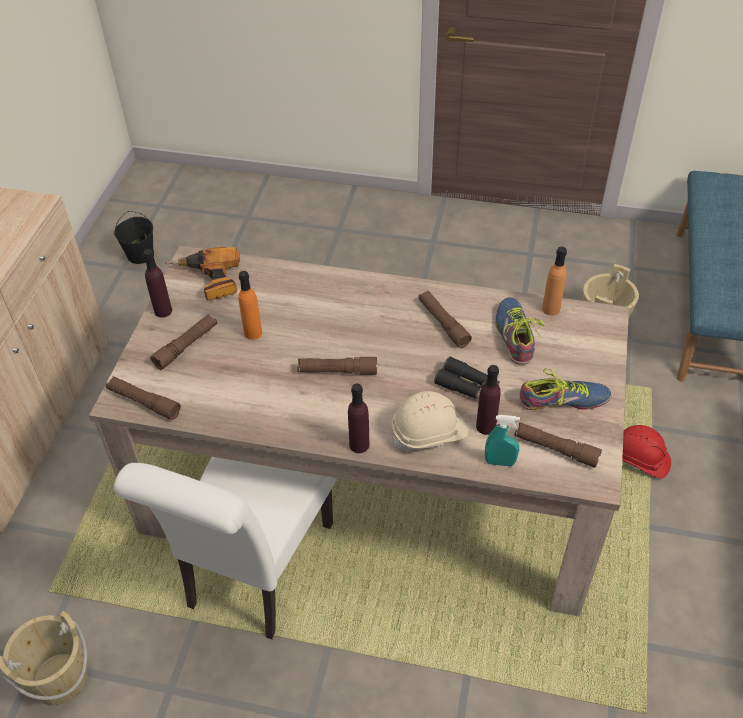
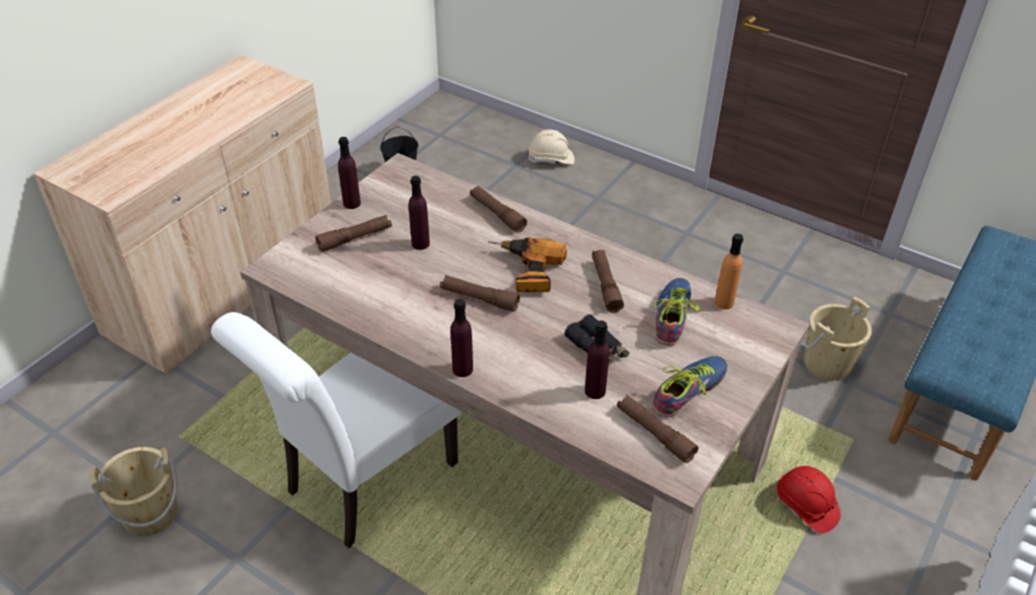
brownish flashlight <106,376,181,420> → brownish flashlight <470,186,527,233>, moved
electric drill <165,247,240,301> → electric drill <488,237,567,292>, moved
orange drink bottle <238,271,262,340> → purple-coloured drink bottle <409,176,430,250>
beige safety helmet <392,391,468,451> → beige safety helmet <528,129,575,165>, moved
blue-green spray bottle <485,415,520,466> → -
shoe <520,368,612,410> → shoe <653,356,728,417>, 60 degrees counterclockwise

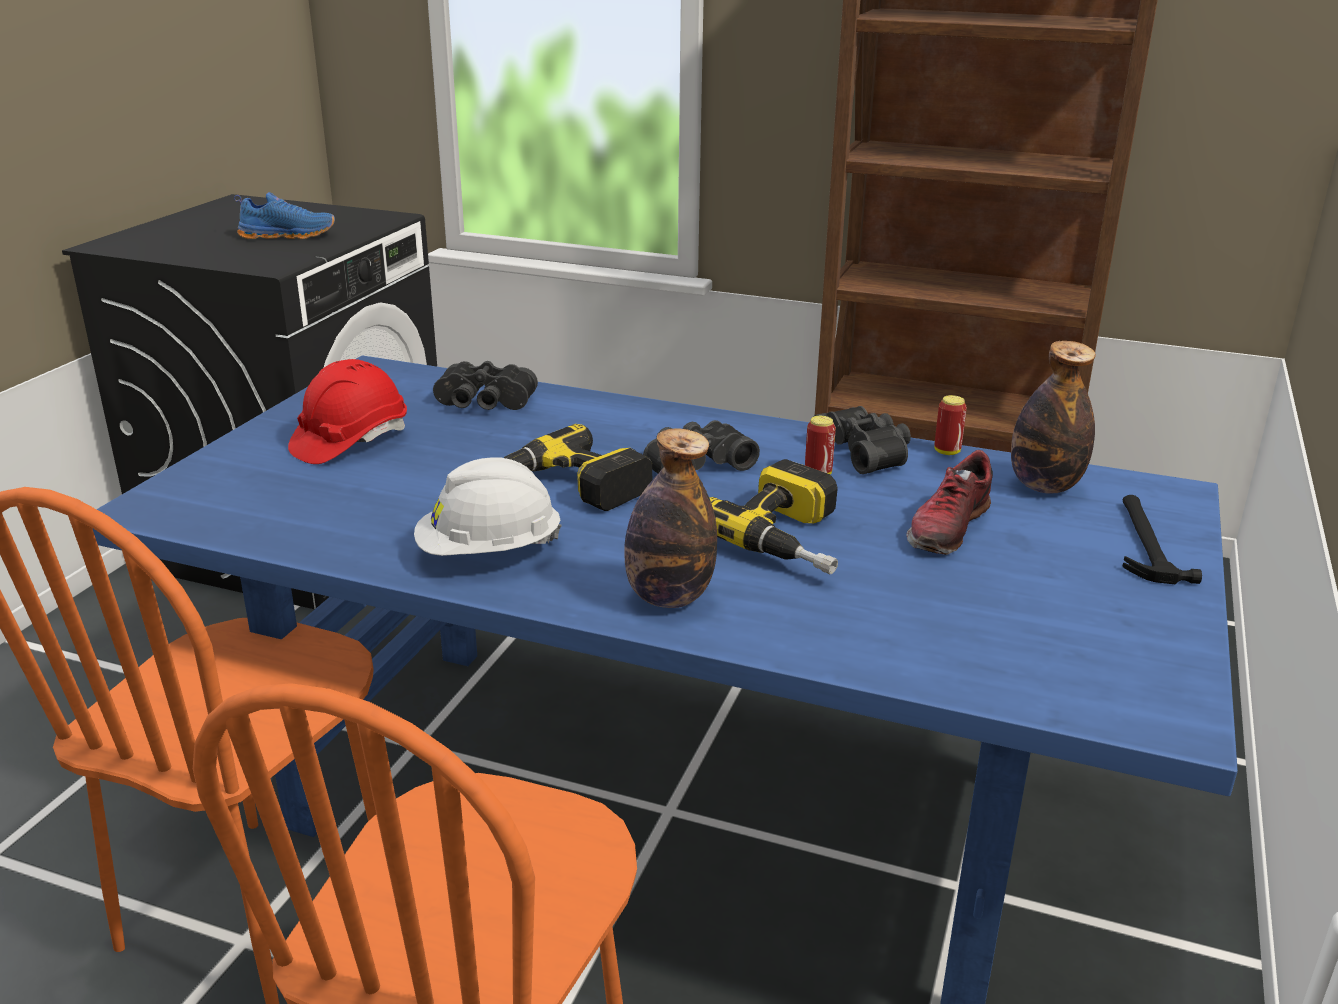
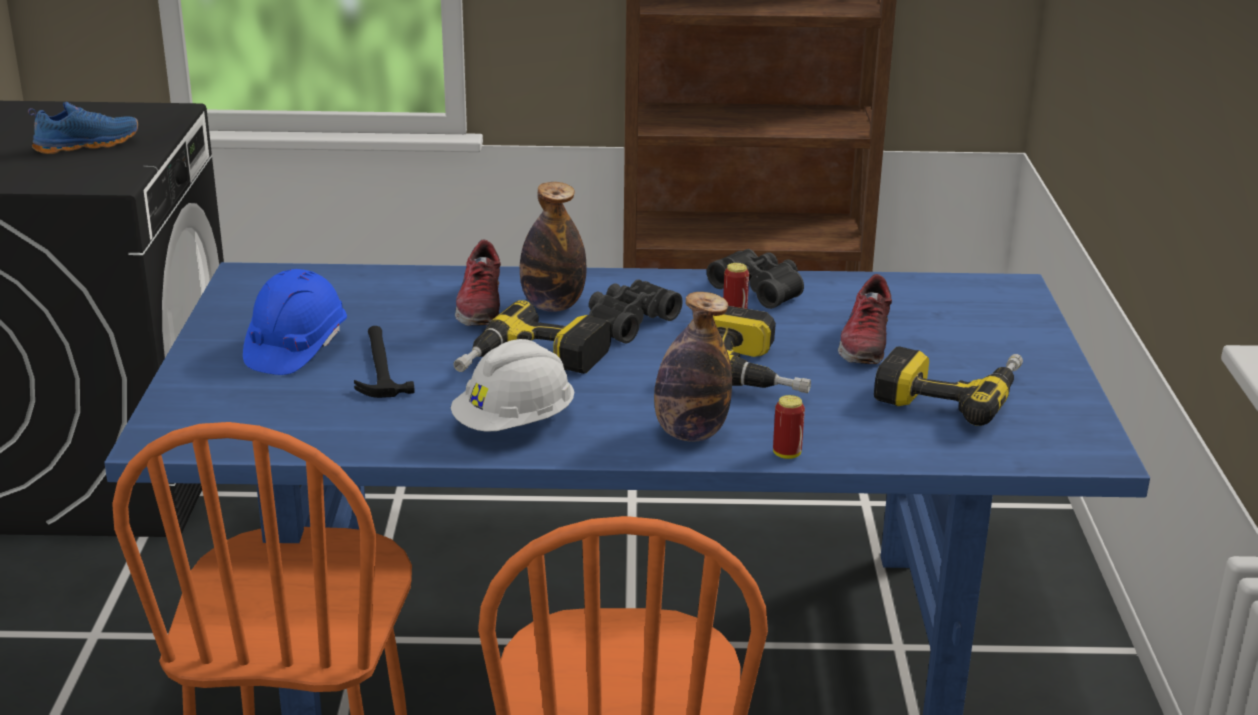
reddish safety helmet <288,359,407,464> → bluish safety helmet <243,269,347,375>
blackish binoculars <433,361,538,410> → -
metal can <934,395,967,455> → metal can <773,395,805,459>, moved
drink bottle <1011,341,1096,494> → drink bottle <520,182,586,312>, moved
tool hammer <1123,495,1202,584> → tool hammer <354,326,415,398>, moved
- → shoe <455,239,501,326>
- → electric drill <874,346,1023,426>

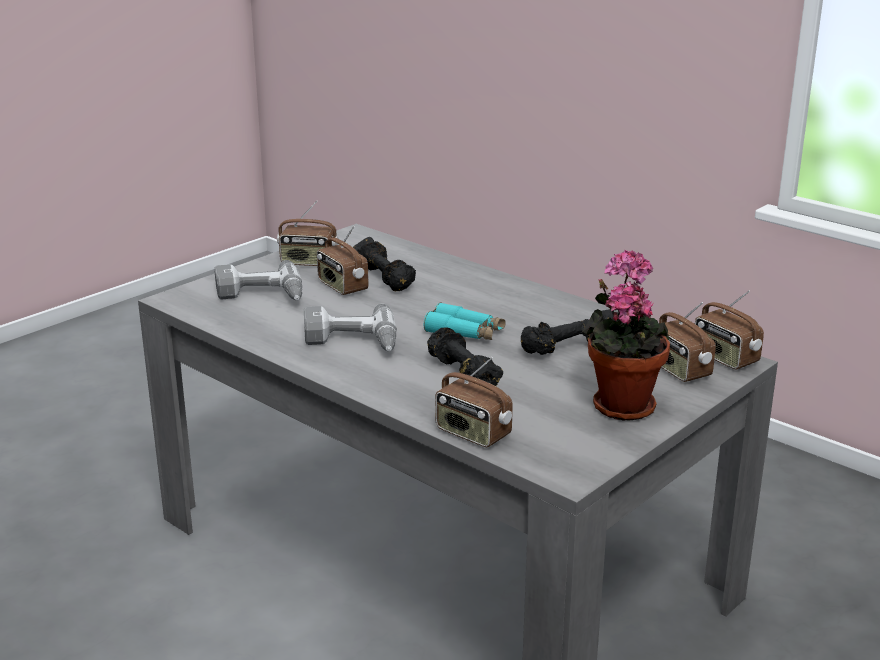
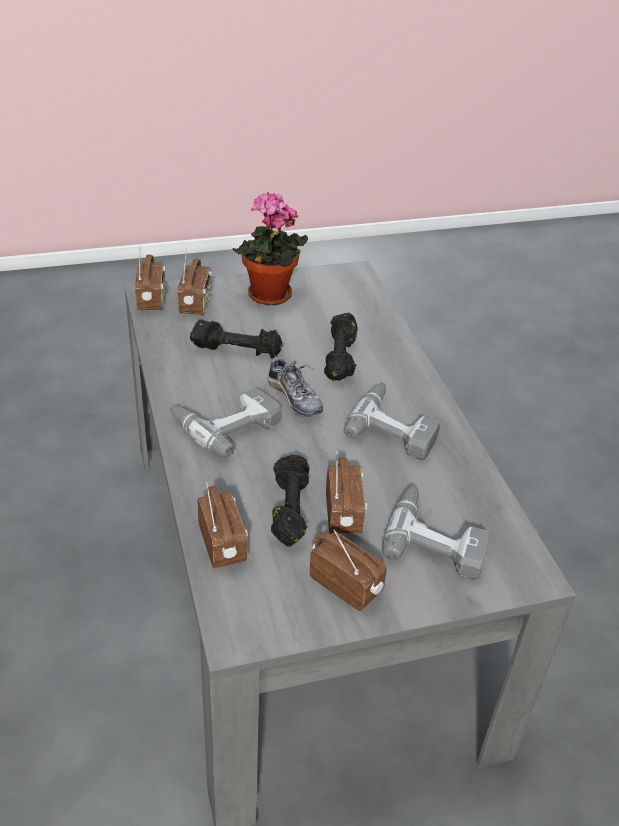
blue-green binoculars <424,302,506,340> → shoe <267,357,323,417>
radio set <435,357,513,447> → radio set <197,482,248,568>, moved
- → electric drill <170,388,282,458>

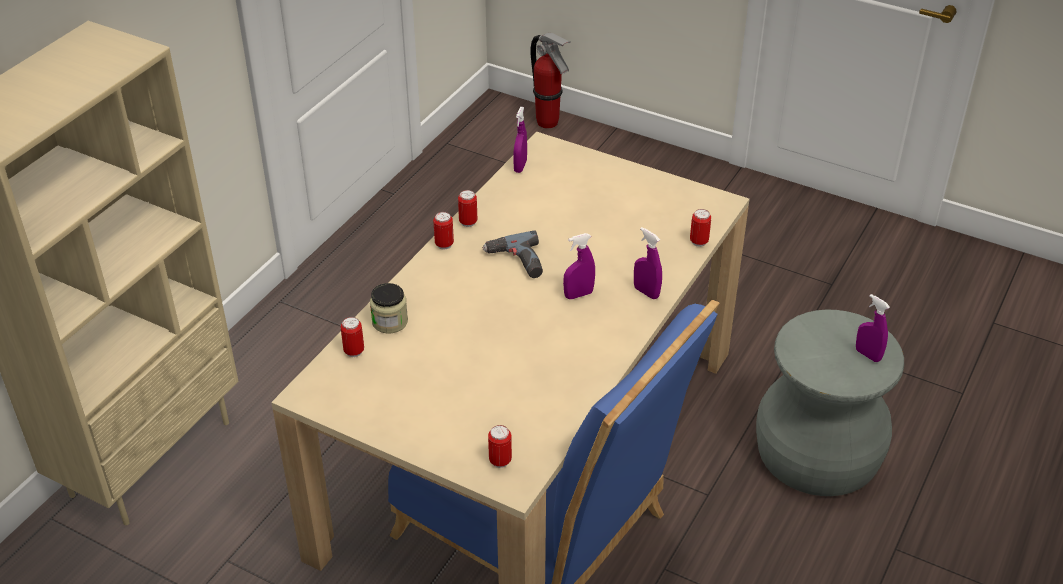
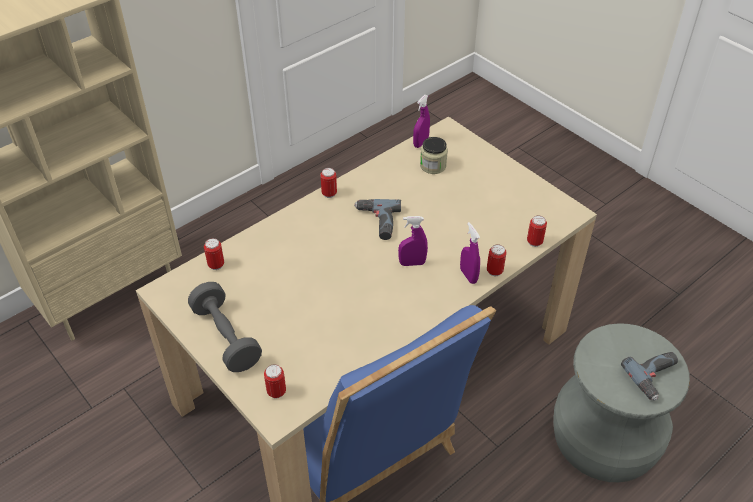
storage jar <370,283,408,333> → storage jar <420,137,448,174>, moved
metal can <458,190,478,227> → metal can <487,244,506,276>, moved
fire extinguisher <531,33,571,129> → -
purple-coloured spray bottle <856,294,890,362> → electric drill <621,352,678,400>
- → gray hand weight <188,282,262,372>

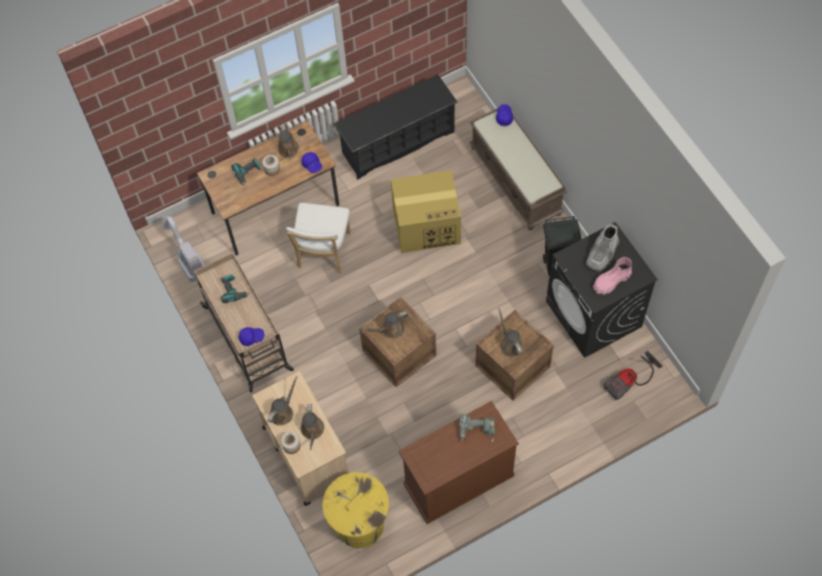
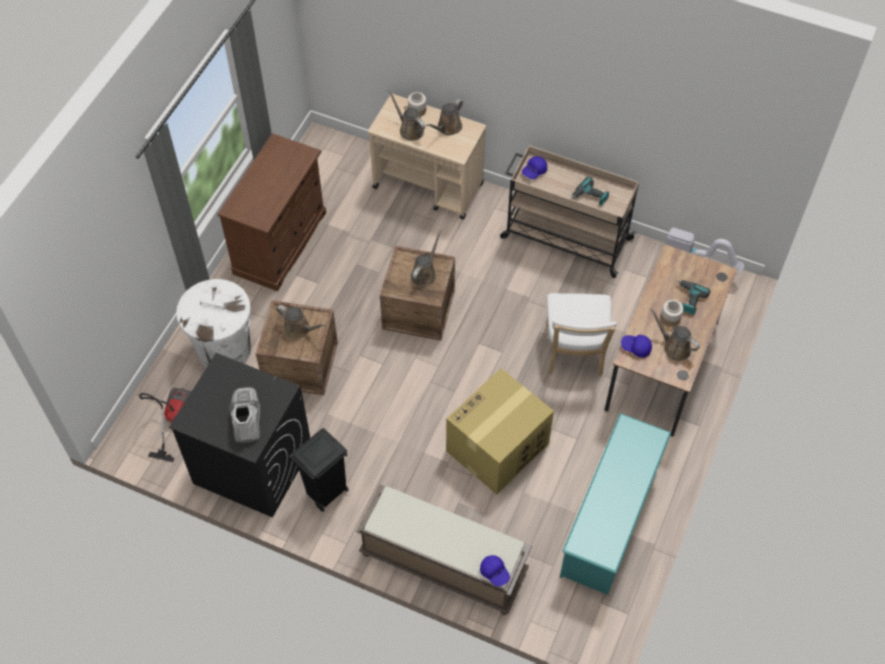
brownish watering pot <268,376,298,426> → brownish watering pot <426,99,463,135>, 45 degrees clockwise
whitish chair <286,203,351,273> → whitish chair <546,293,617,376>, 150 degrees counterclockwise
yellow rubbish bin <322,472,389,548> → -
blackish shoe shelf <334,74,458,180> → blue-green shoe shelf <559,413,671,595>
electric drill <459,414,494,442> → -
pinkish high-top boot <593,257,632,295> → -
- → whitish rubbish bin <176,279,251,368>

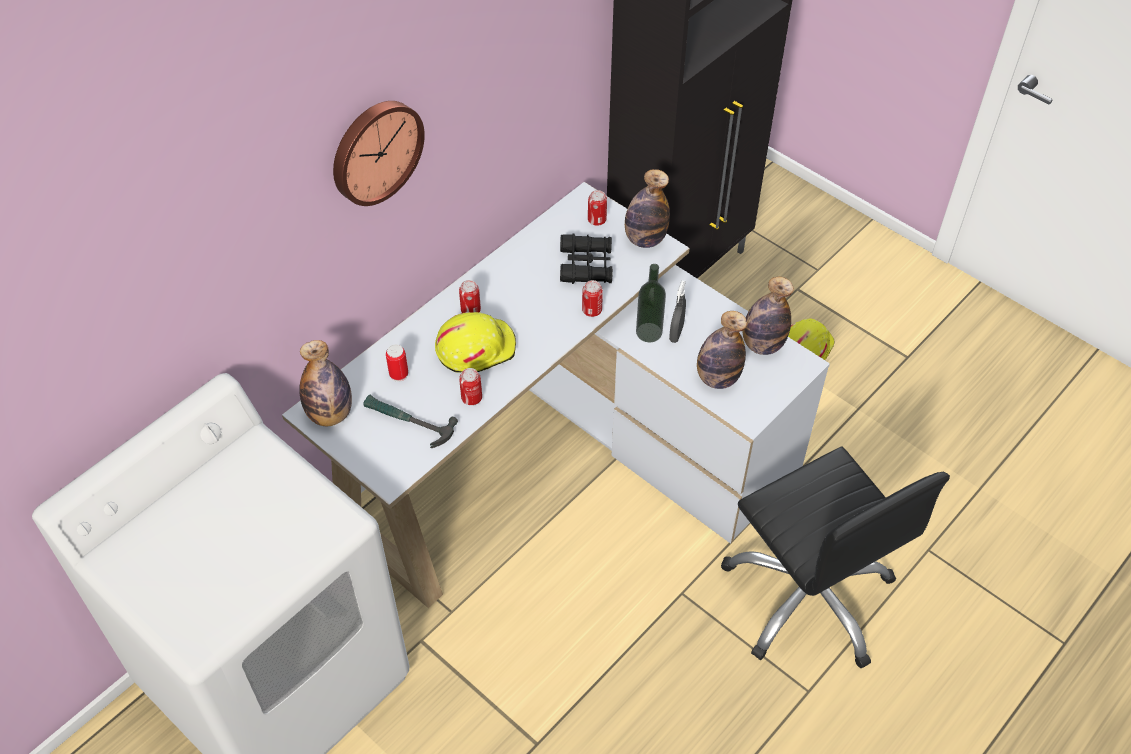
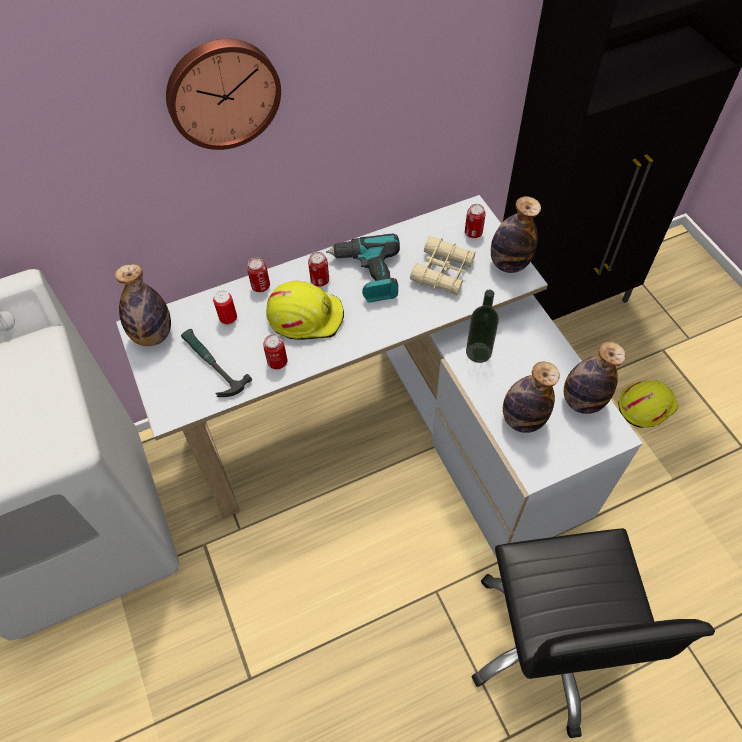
blackish binoculars <560,233,613,284> → beige binoculars <410,236,475,295>
metal can <582,280,603,317> → metal can <247,258,270,292>, moved
gray spray bottle <669,280,686,343> → -
- → electric drill <326,233,400,302>

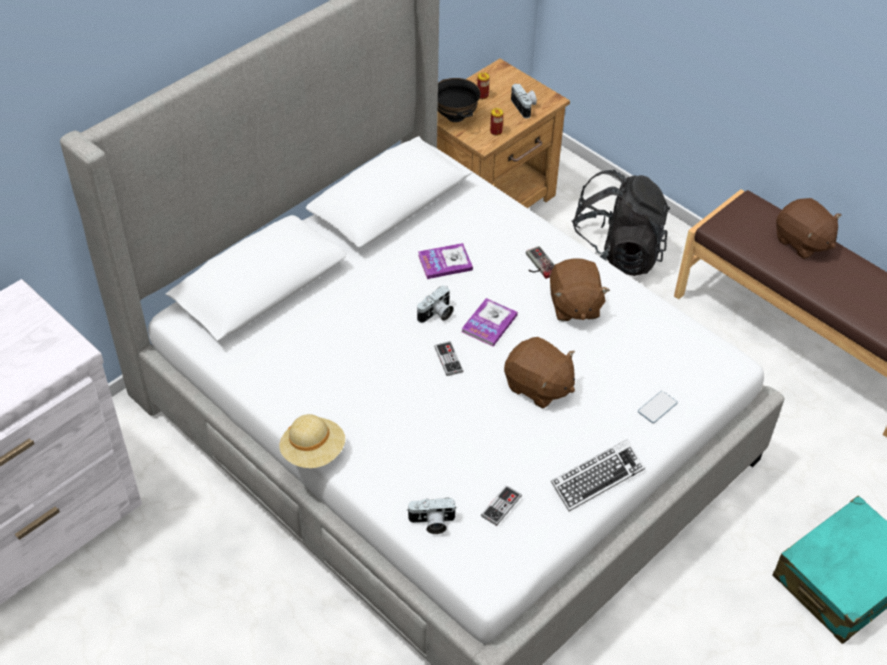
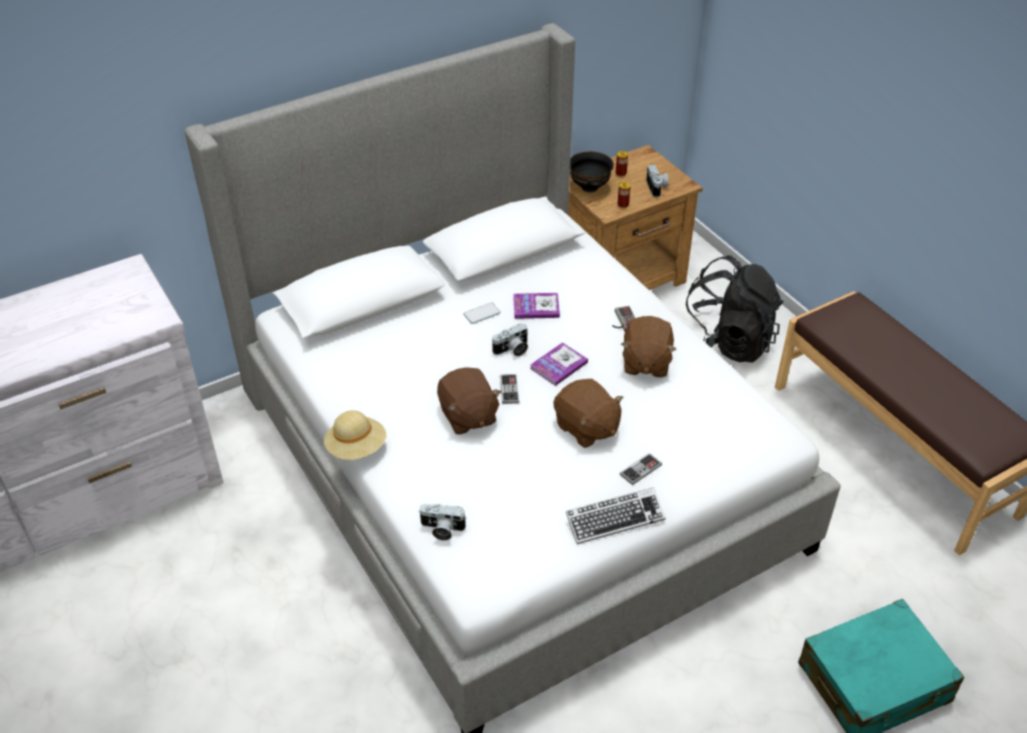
joypad <481,485,522,526> → joypad <620,453,662,485>, moved
handset <638,391,677,423> → handset <463,303,501,324>, moved
brownish plush toy <776,198,841,259> → brownish plush toy <437,367,501,434>, moved

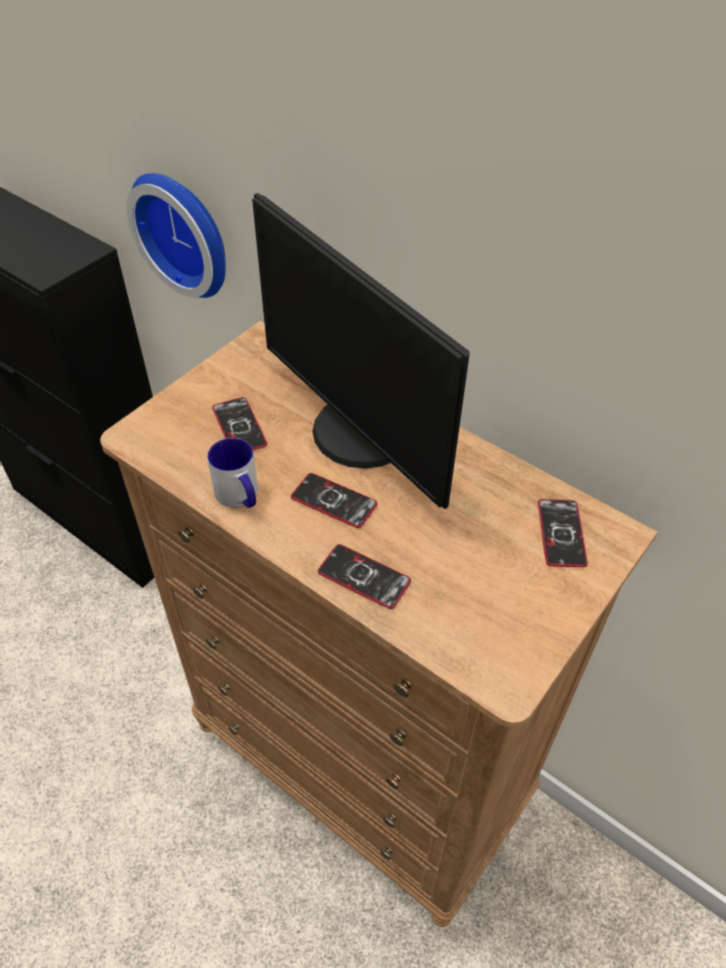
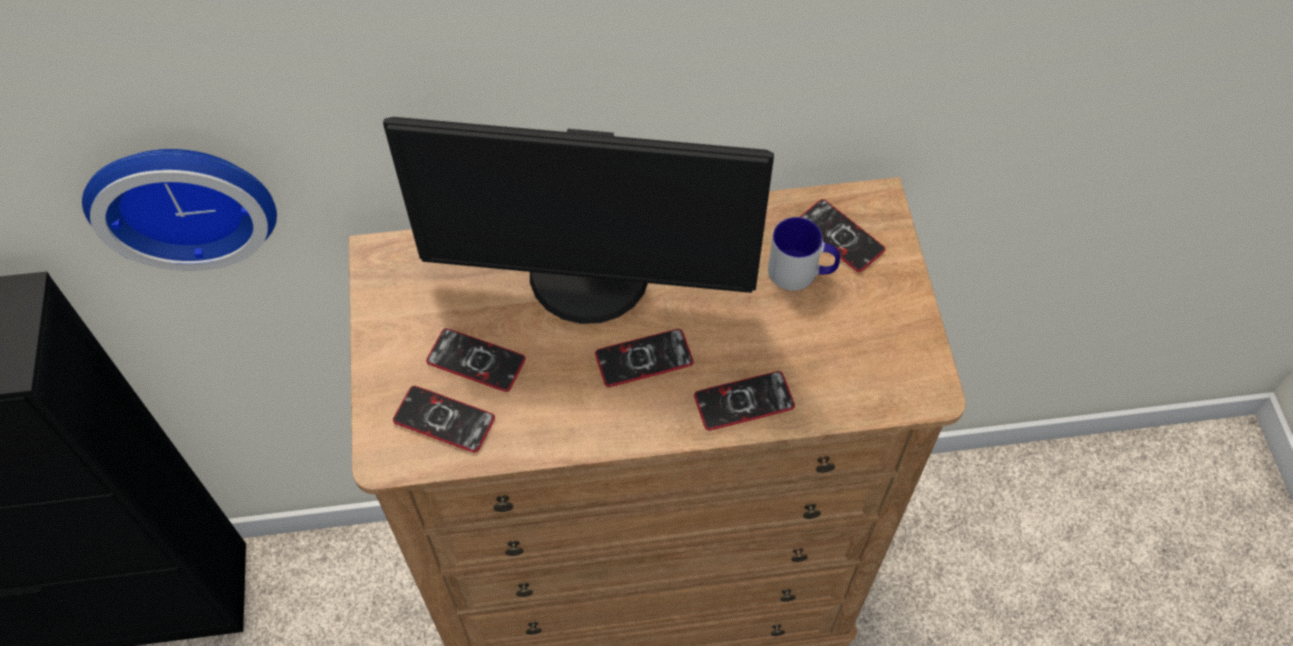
mug <207,438,258,508> → mug <768,217,840,291>, moved
- → handset <393,386,495,453>

